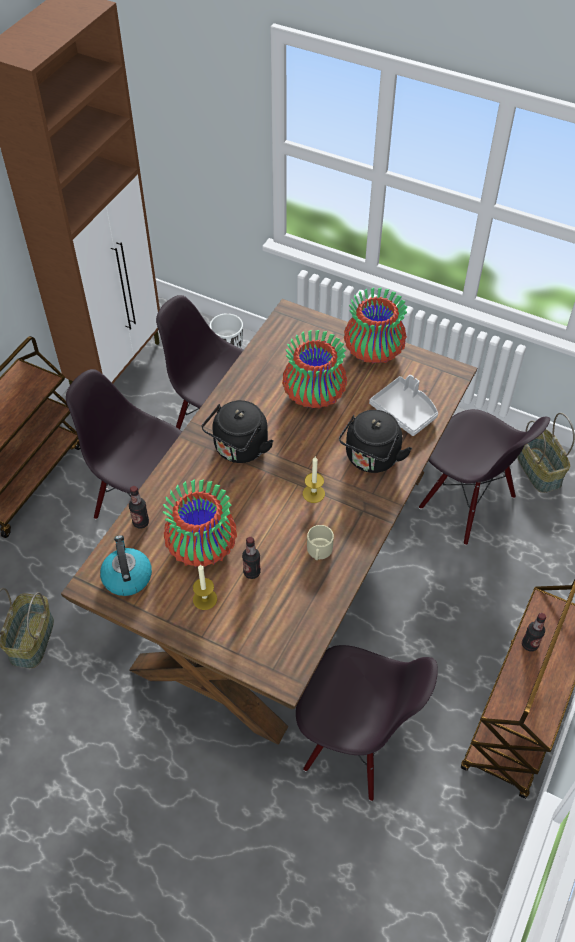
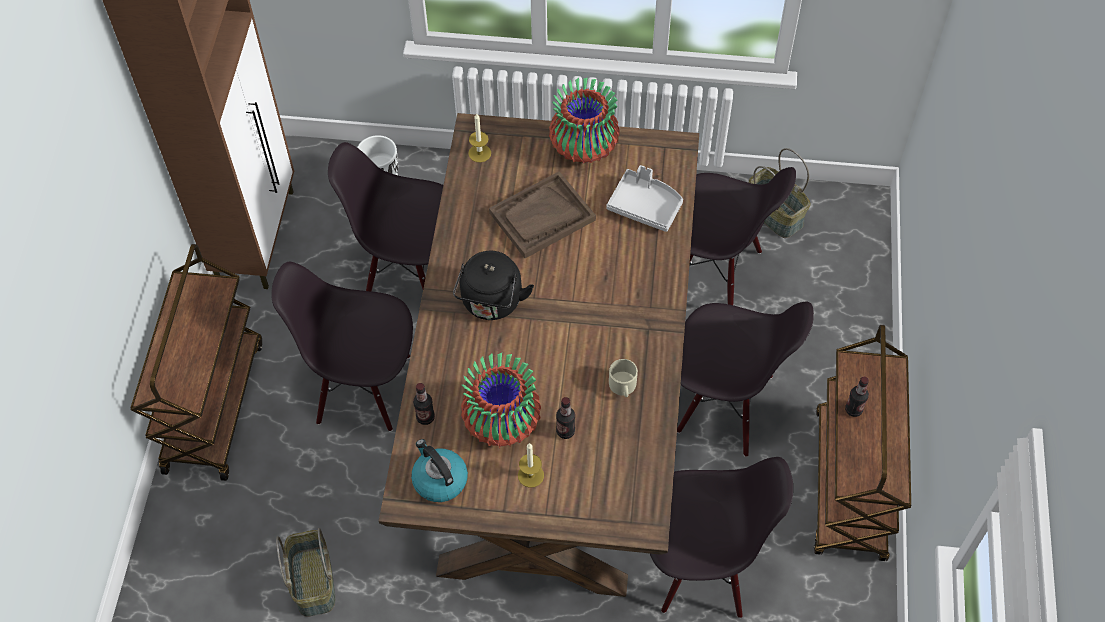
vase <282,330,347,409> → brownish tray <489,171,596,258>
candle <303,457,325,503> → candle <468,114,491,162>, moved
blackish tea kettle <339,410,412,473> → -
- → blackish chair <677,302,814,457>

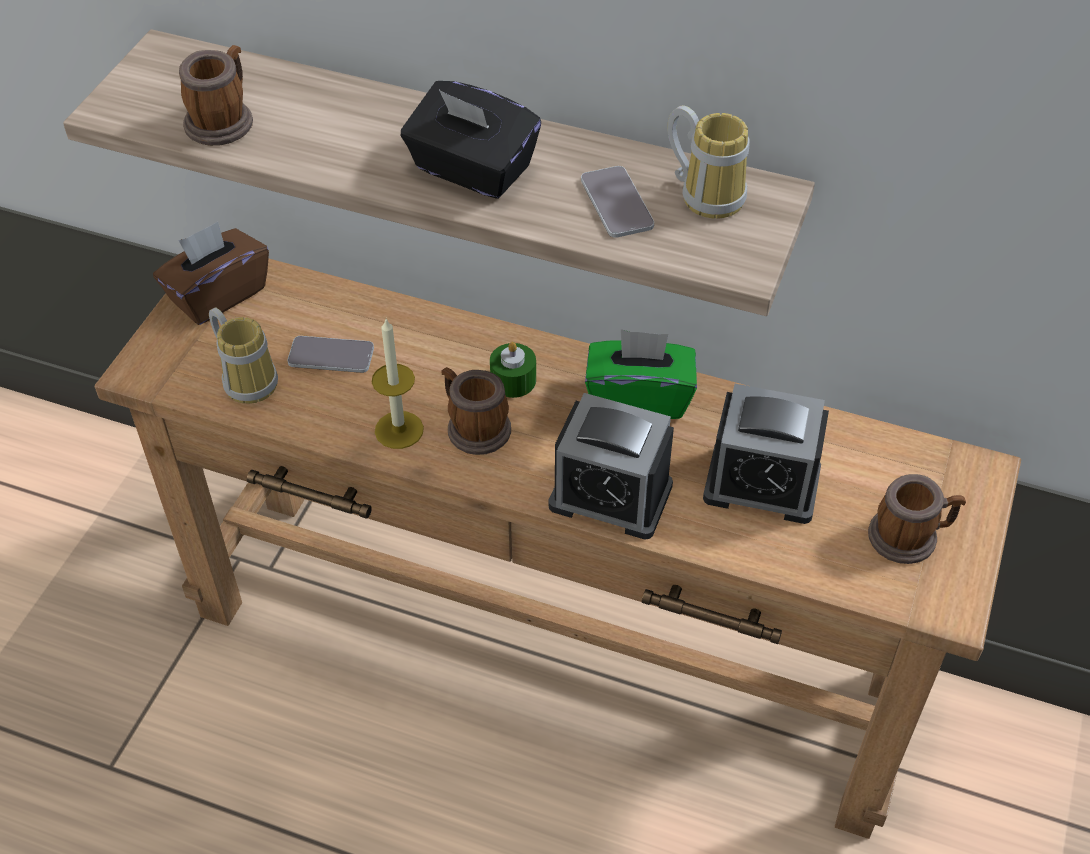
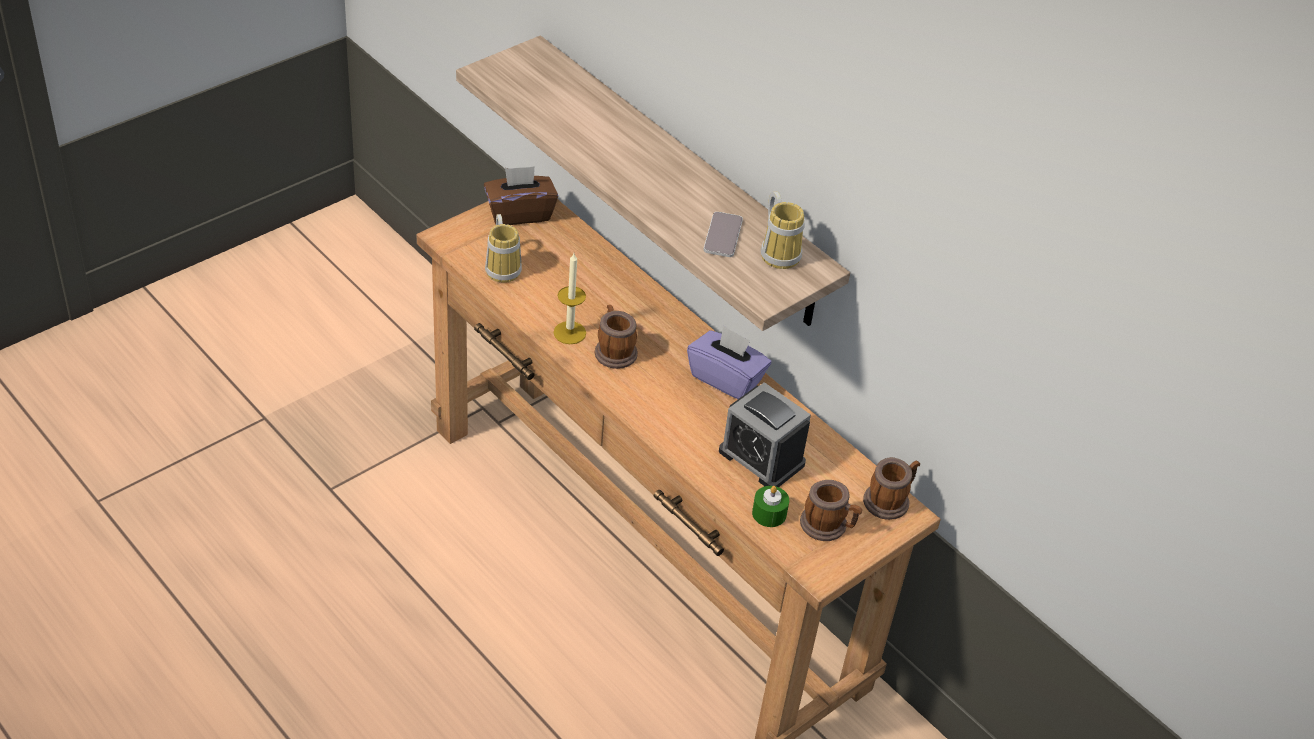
mug <179,45,253,146> → mug <863,457,920,520>, moved
handset <287,336,374,373> → -
blackish tissue holder <400,81,541,199> → -
green-coloured candle <490,342,536,398> → green-coloured candle <752,486,789,527>, moved
table clock <548,393,674,540> → -
green-coloured tissue holder <585,329,697,419> → purple-coloured tissue holder <687,326,771,399>

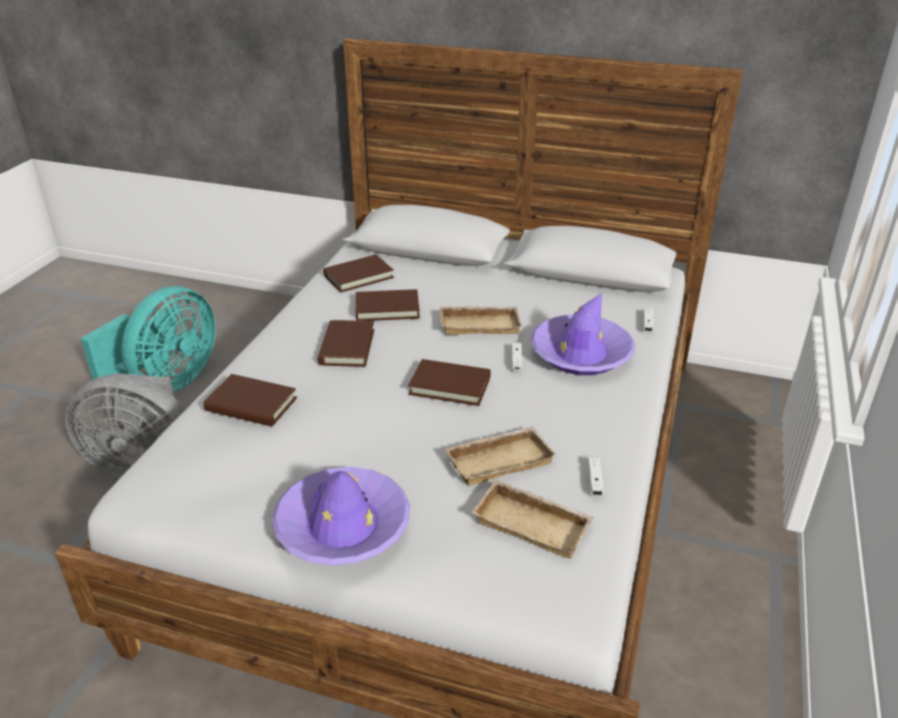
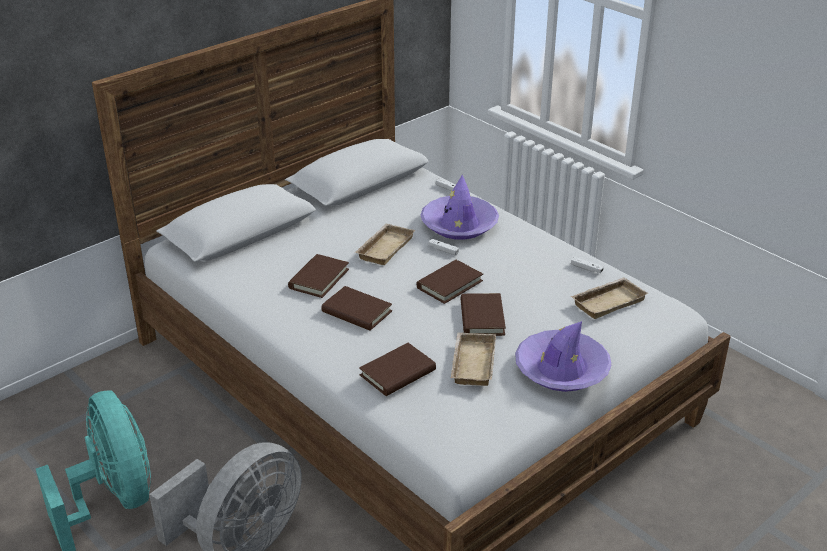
brownish bound book <323,255,394,292> → brownish bound book <461,293,506,336>, moved
beige tray <444,426,556,486> → beige tray <451,333,496,386>, moved

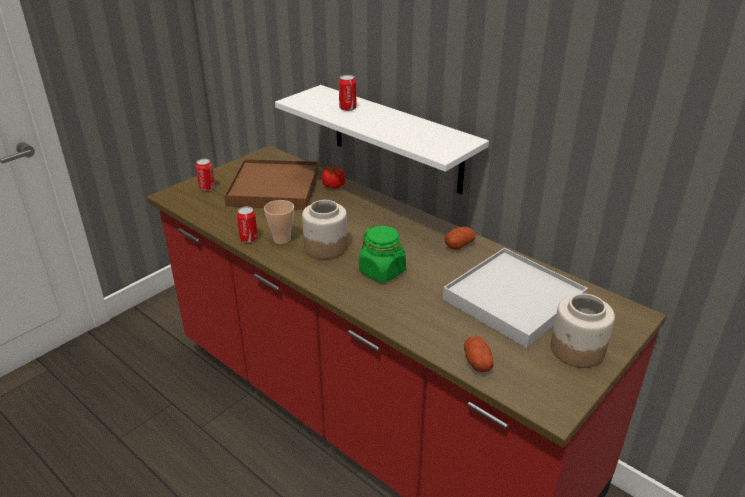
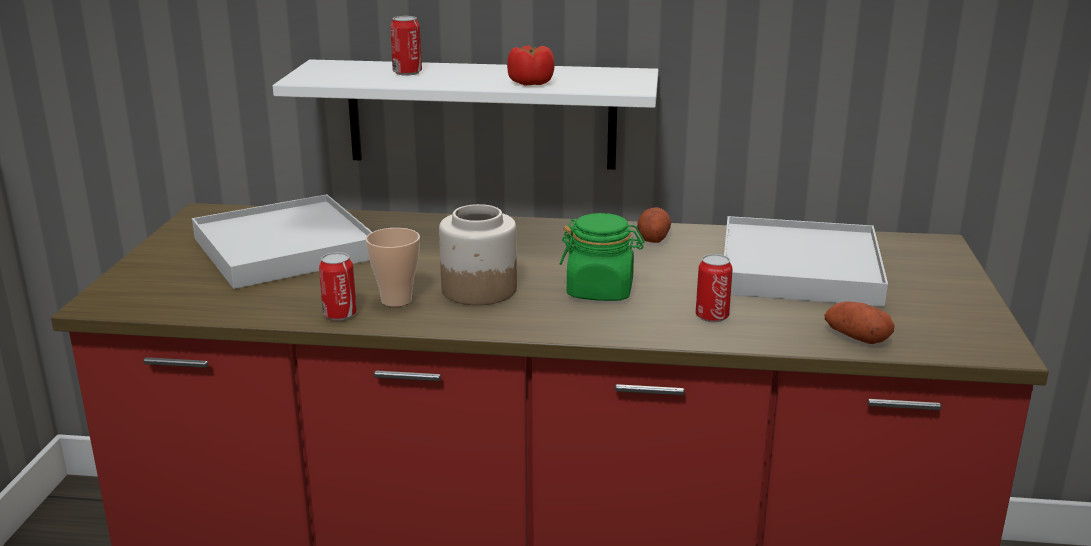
metal can <196,159,215,191> → metal can <696,254,733,322>, moved
brownish tray <224,159,319,210> → whitish tray <192,194,372,289>
tomato <322,166,345,189> → tomato <507,46,555,86>, moved
storage jar <551,294,615,368> → -

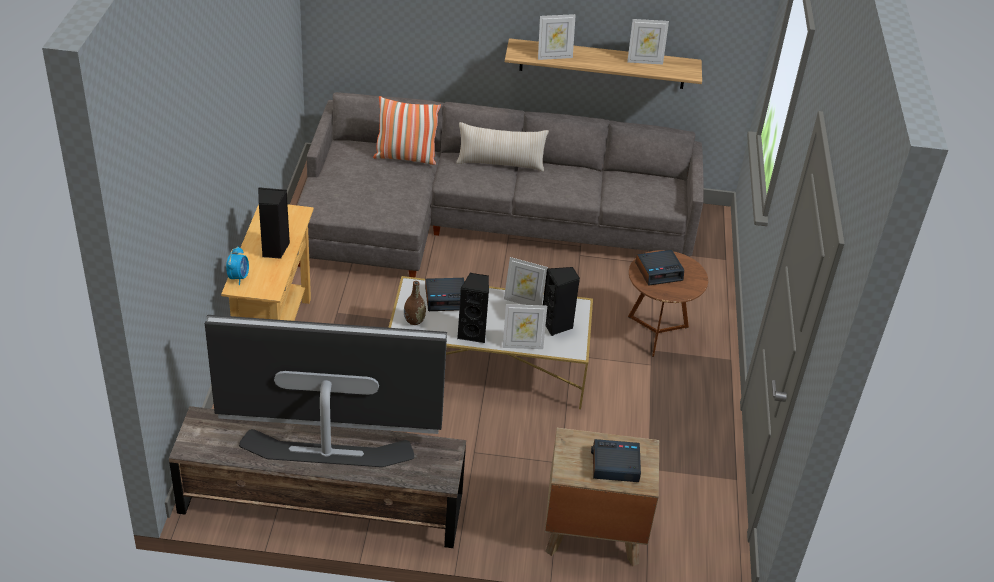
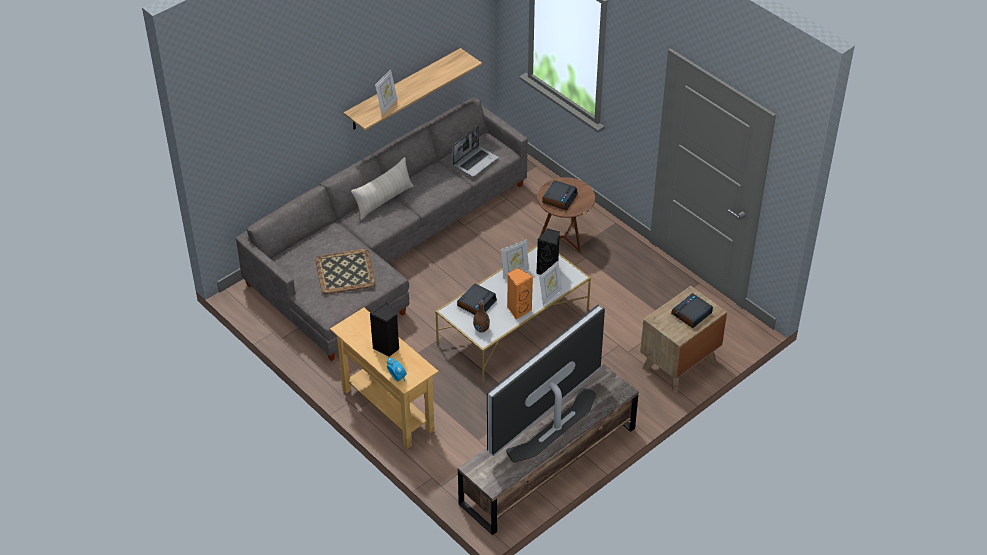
throw pillow <373,96,441,165> → -
blackish loudspeaker <457,272,489,343> → orange loudspeaker <507,268,533,320>
picture frame <627,19,669,65> → -
- → tray <315,249,376,294>
- → laptop <452,126,499,177>

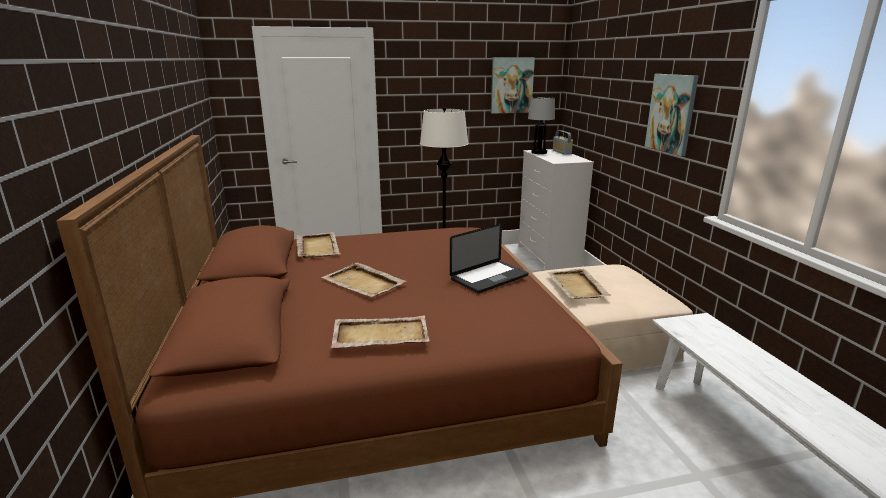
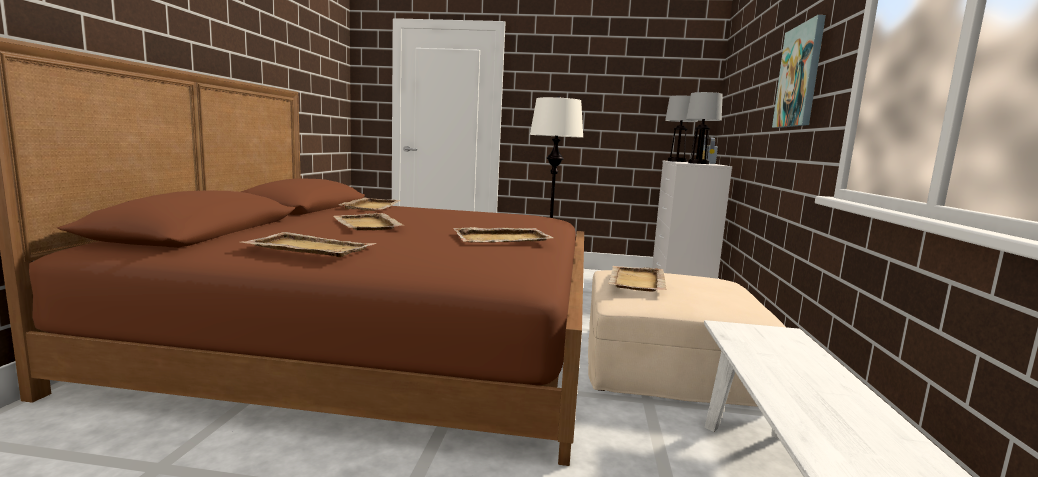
laptop <450,223,528,293> → beige tray <453,227,554,242>
wall picture <491,57,535,114> → -
- → tabletop lamp <686,92,723,164>

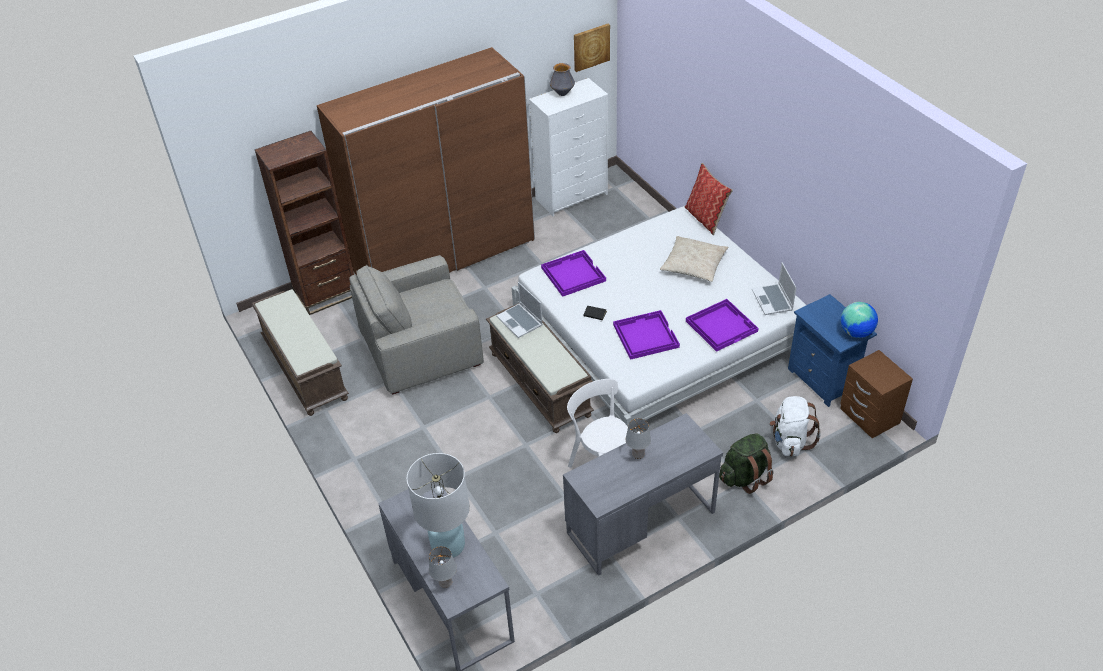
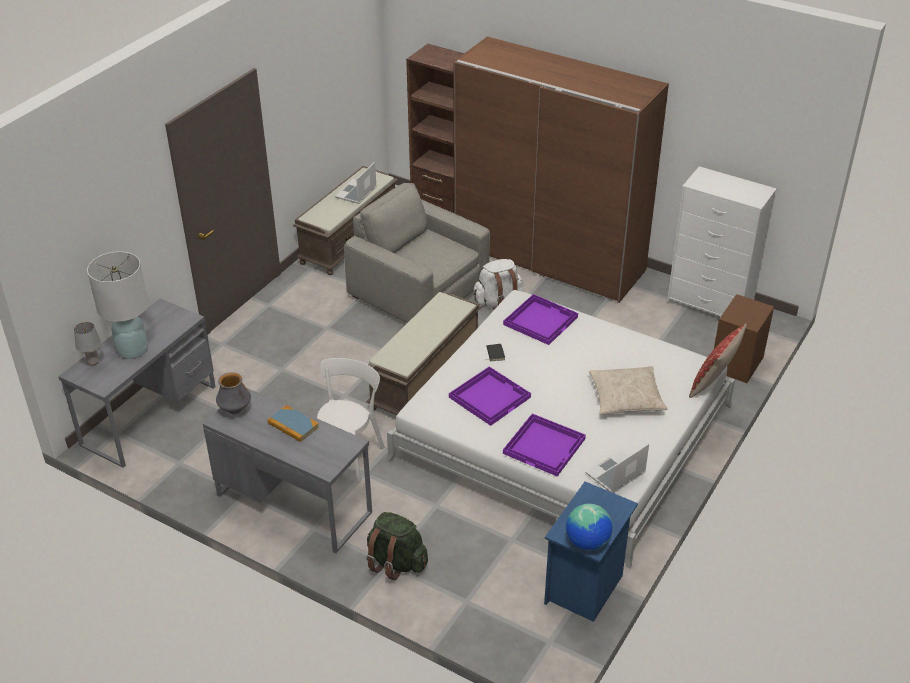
laptop <496,282,542,338> → laptop <335,162,377,204>, moved
vase <550,63,575,96> → vase <216,372,251,414>, moved
wall picture <574,24,610,72> → -
gray tabletop lamp <626,418,651,459> → bound book <267,405,319,442>
whitish rucksack <770,396,821,456> → whitish rucksack <473,259,523,310>, moved
brownish bedside table <840,350,913,438> → brownish bedside table <714,294,774,383>, moved

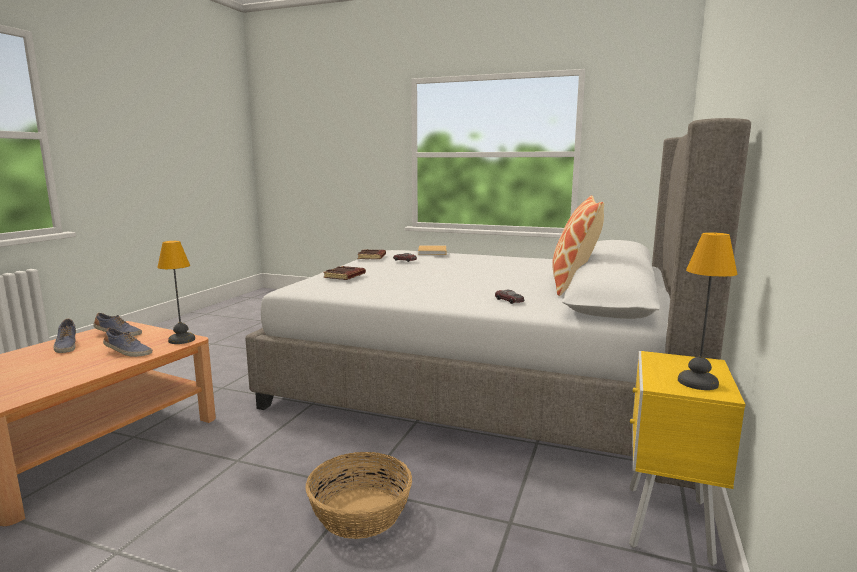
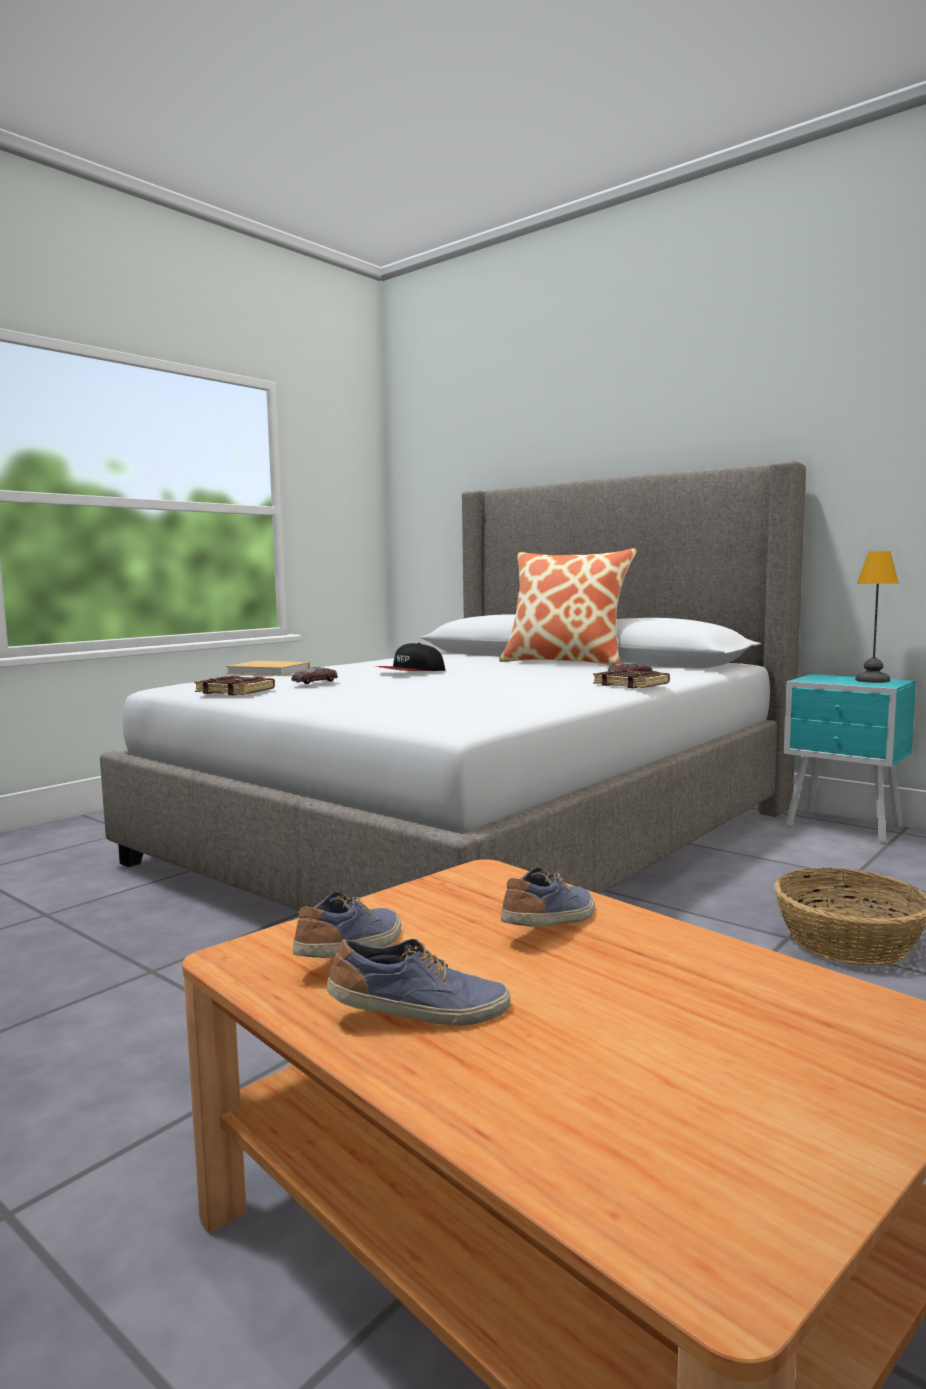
tabletop lamp <157,241,195,344> → -
brownish bound book <323,266,366,280> → brownish bound book <593,669,670,688>, moved
yellow bedside table <629,351,745,566> → blue-green bedside table <784,674,916,844>
- → baseball cap <374,643,445,671>

